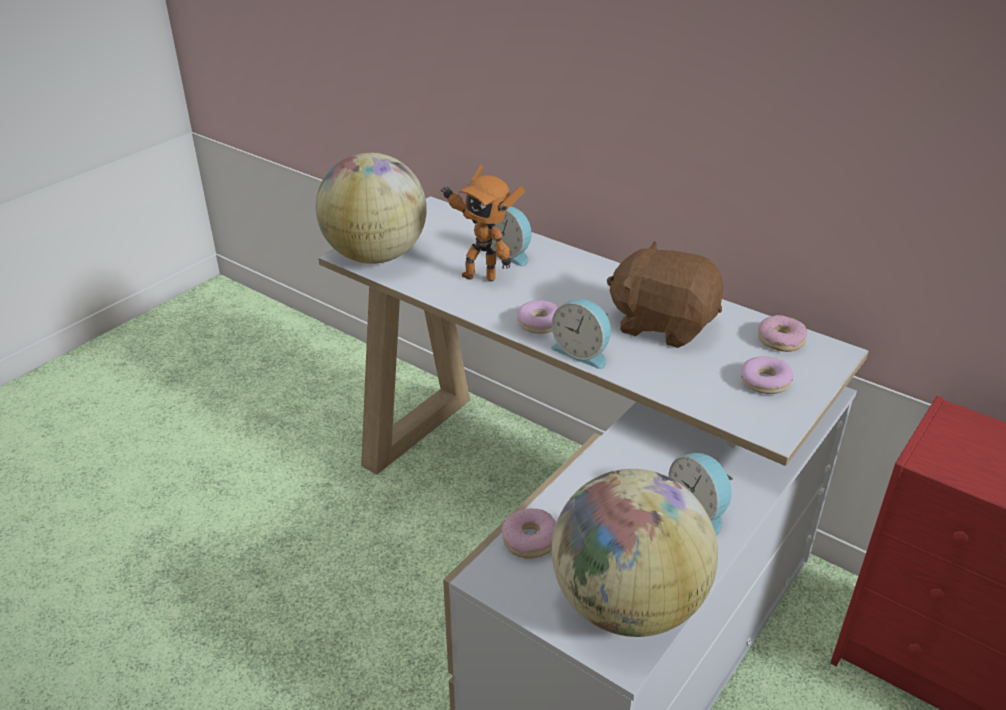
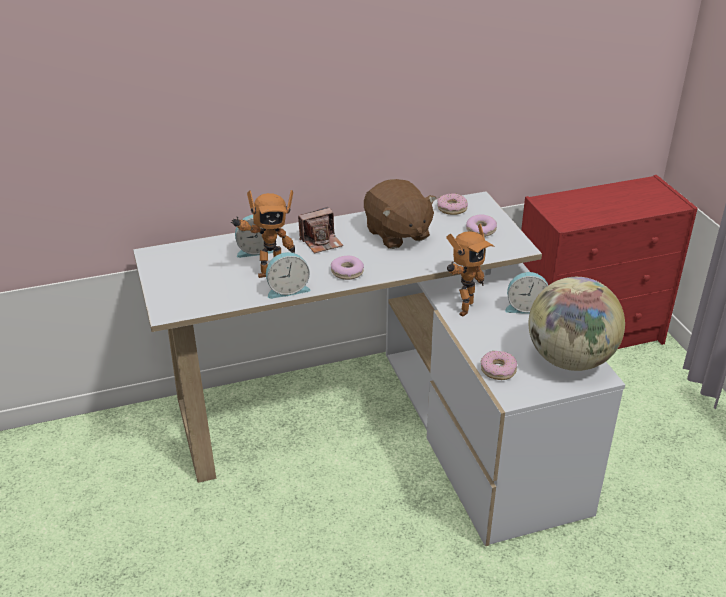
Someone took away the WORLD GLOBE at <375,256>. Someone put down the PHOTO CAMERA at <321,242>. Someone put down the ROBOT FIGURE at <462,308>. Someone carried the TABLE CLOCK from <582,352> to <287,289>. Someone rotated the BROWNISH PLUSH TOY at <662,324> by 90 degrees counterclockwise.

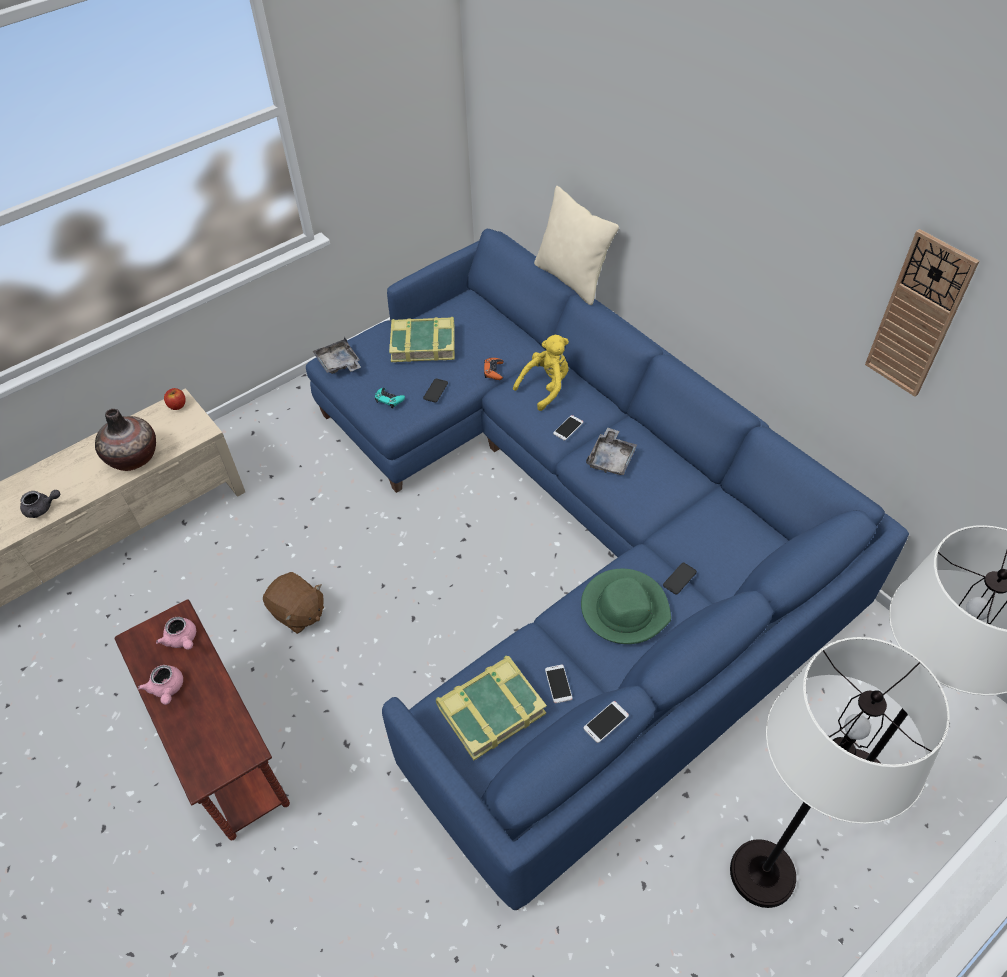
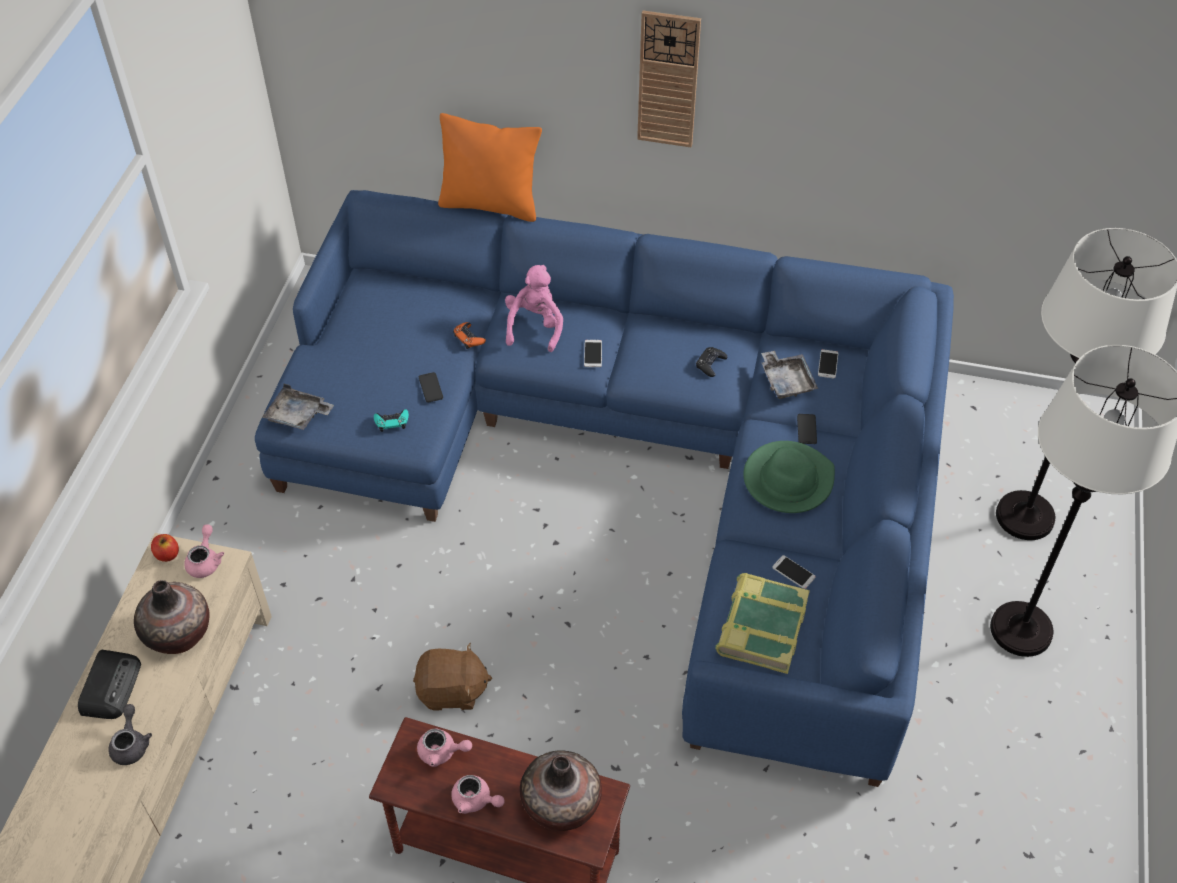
Someone took away the VOLUME at <423,343>. Someone put down the RADIO RECEIVER at <111,686>. Someone put down the PINK-COLOURED TEAPOT at <205,561>. Someone put down the VASE at <561,805>. Someone put down the BLACK GAMEPAD at <710,364>. Someone carried the PHONE from <606,722> to <828,364>. Someone carried the GREYISH SERVING TRAY from <611,458> to <786,381>. Someone carried the HANGING CLOCK from <918,316> to <668,80>. Someone repainted the YELLOW PLUSH TOY at <546,387>, which became the PINK-COLOURED PLUSH TOY at <535,326>. Someone repainted the SAND-COLOURED PILLOW at <572,279>, which became the ORANGE-COLOURED PILLOW at <490,204>. Someone rotated the GREYISH TEAPOT at <42,508> by 45 degrees counterclockwise.

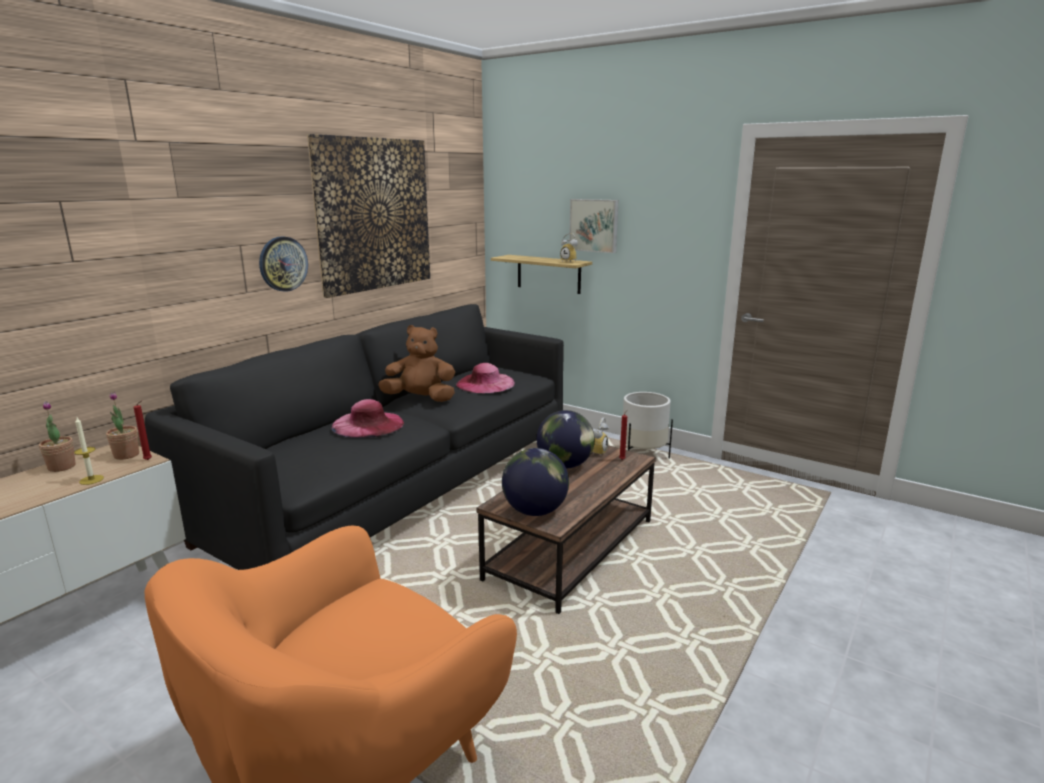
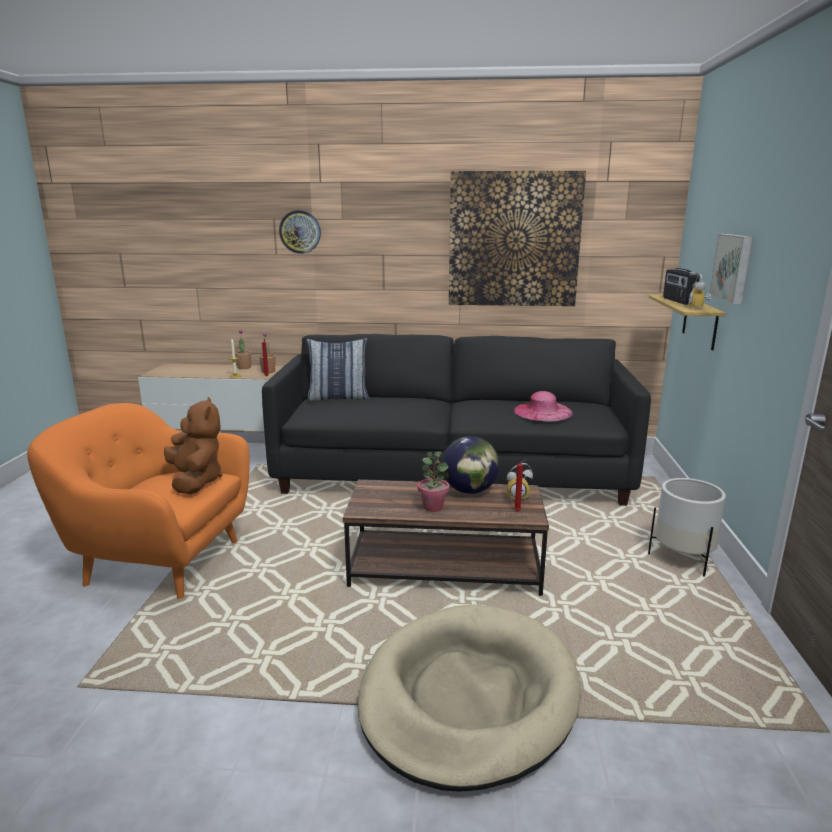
Someone took away the PINK-COLOURED HAT at <368,424>. Someone took away the WORLD GLOBE at <535,511>. Someone put down the PILLOW at <338,397>. Someone put down the SAND-COLOURED PET BED at <468,697>. Someone put down the HOUSEPLANT at <433,507>. Someone put down the RADIO RECEIVER at <678,301>. Someone carried the HANGING CLOCK from <283,264> to <300,232>. Someone carried the BROWNISH PLUSH TOY from <421,399> to <196,481>.

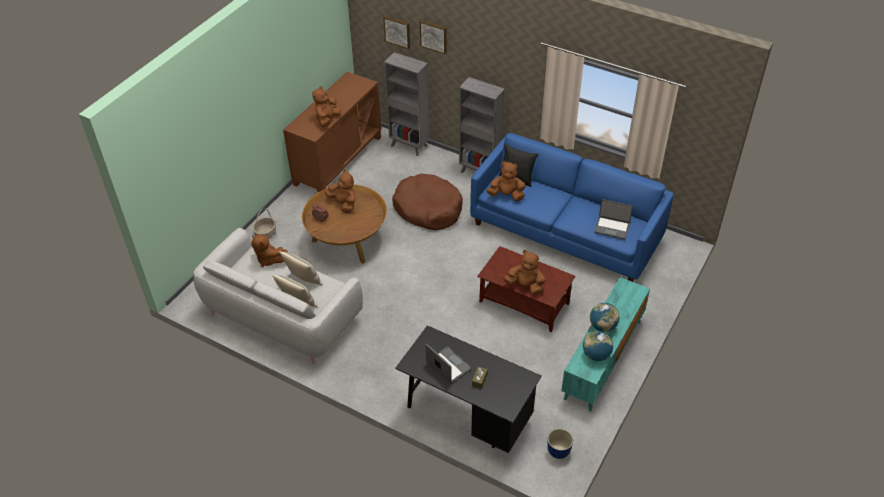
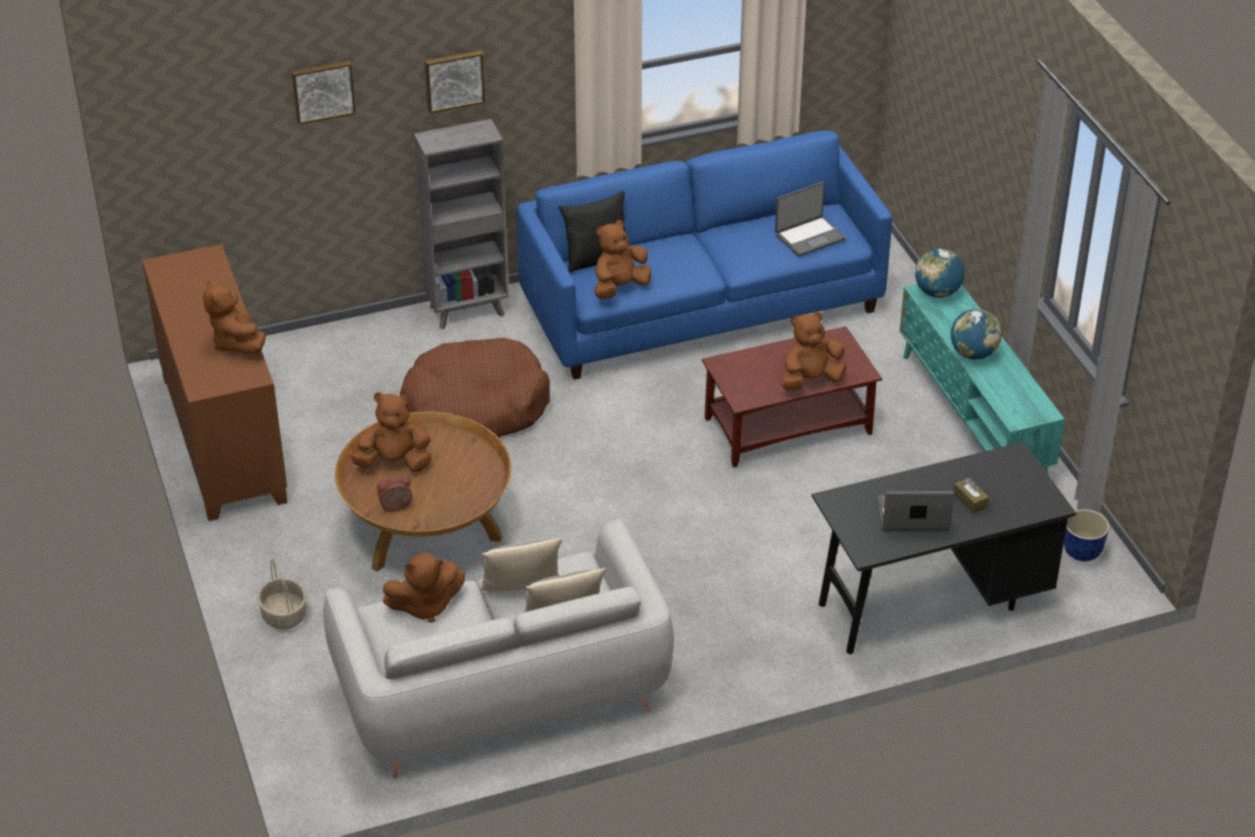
Someone took away the GREYISH SHELVING UNIT at <409,146>. Someone carried the WALL ART from <397,31> to <454,80>. Someone carried the WORLD GLOBE from <596,355> to <937,292>.

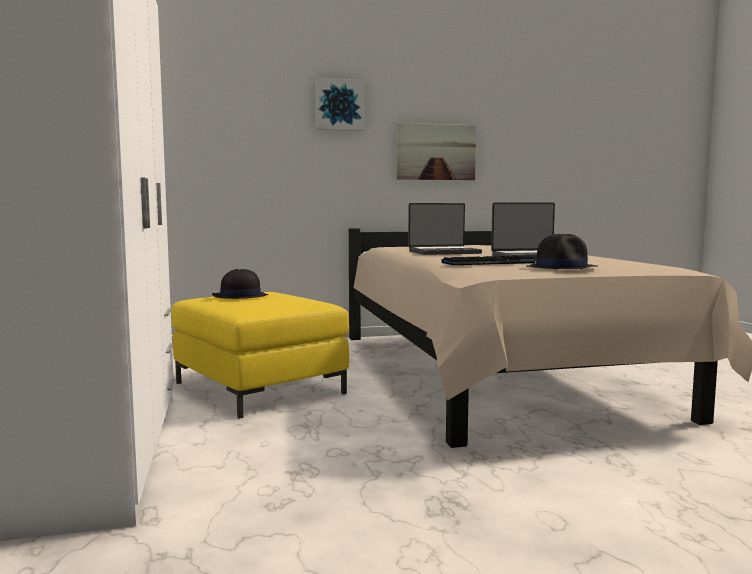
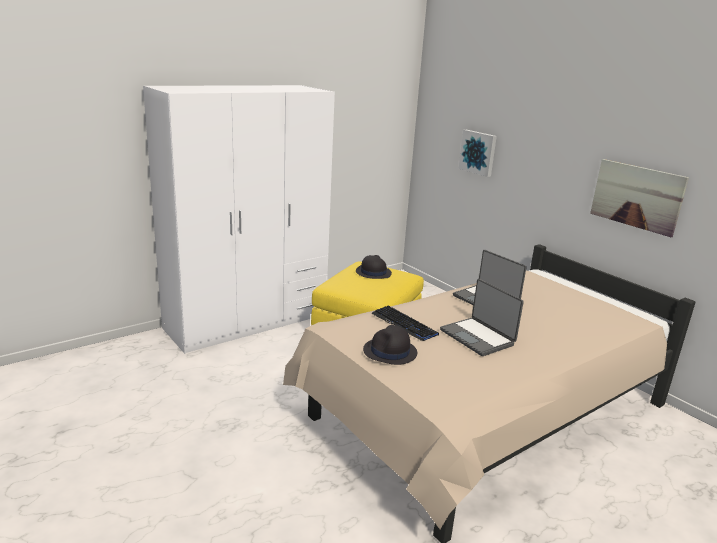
Someone carried the WALL ART from <339,105> to <478,152>.

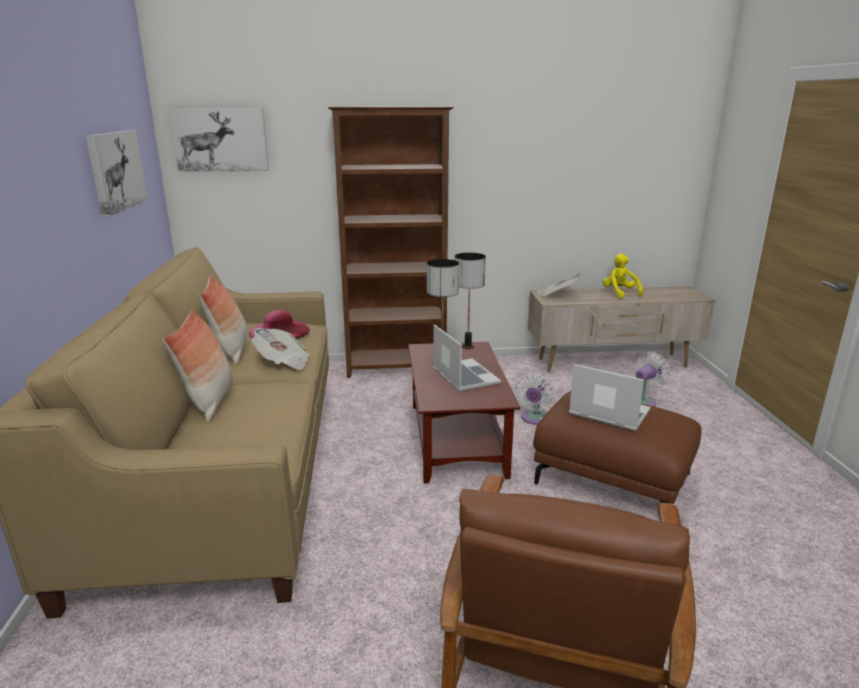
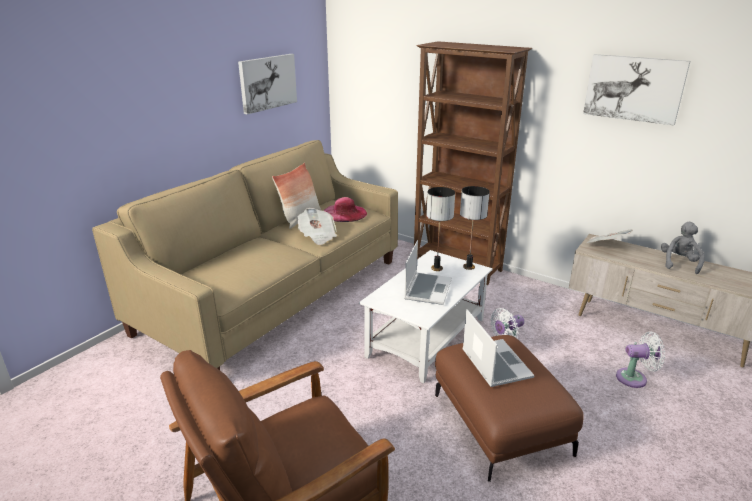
Someone took away the PILLOW at <209,401>. Someone carried the WALL ART from <221,139> to <634,88>. Someone repainted the BROWNISH LOW TABLE at <455,438>, which became the WHITE-COLOURED LOW TABLE at <426,337>. Someone repainted the YELLOW PLUSH TOY at <619,293>, which became the GREYISH PLUSH TOY at <679,263>.

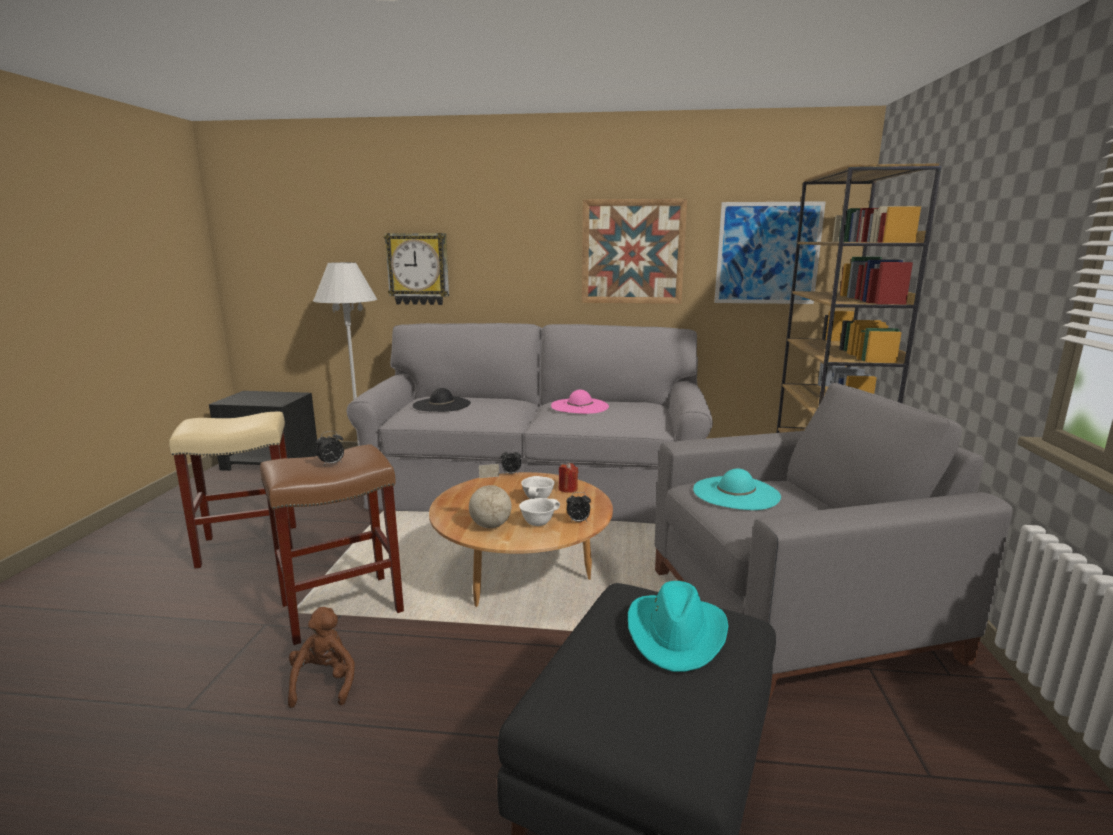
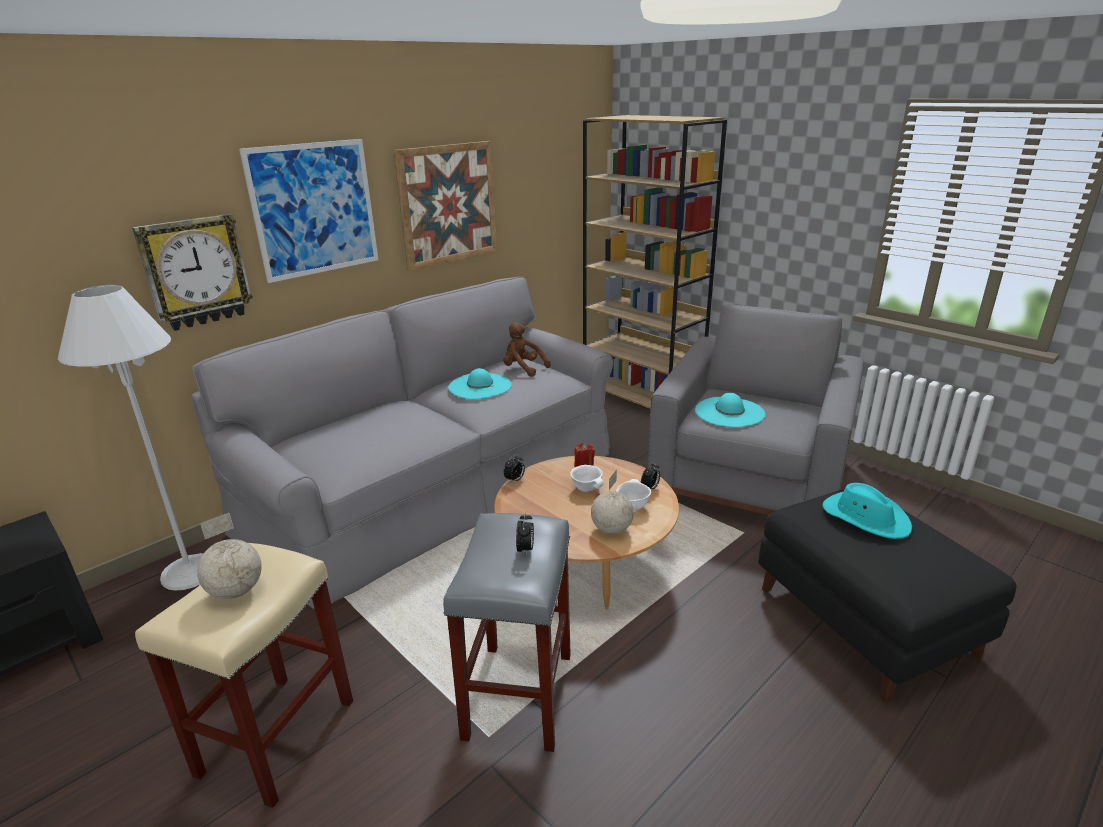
Someone took away the BLACK HAT at <441,404>. Someone put down the WORLD GLOBE at <235,591>. Someone carried the BROWNISH PLUSH TOY from <324,682> to <523,369>. Someone carried the WALL ART from <767,253> to <314,209>. Someone repainted the BROWNISH STOOL at <343,606>, which became the GREYISH STOOL at <518,693>. Someone repainted the PINK-COLOURED HAT at <579,406>, which became the BLUE-GREEN HAT at <479,386>.

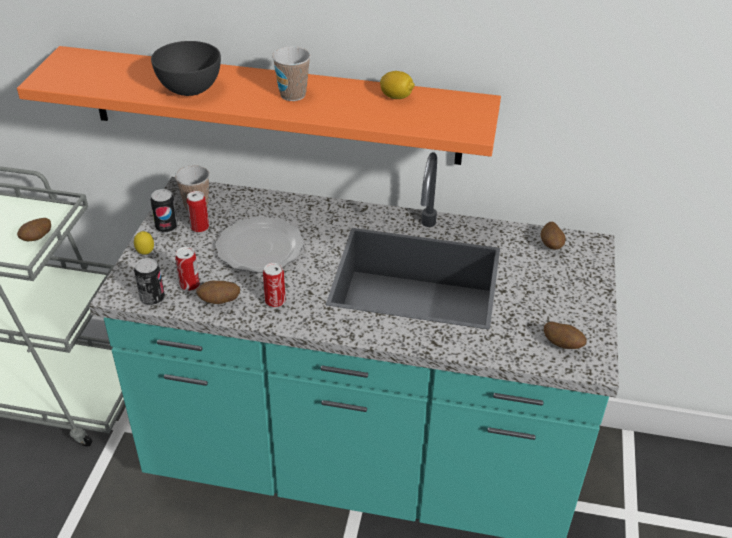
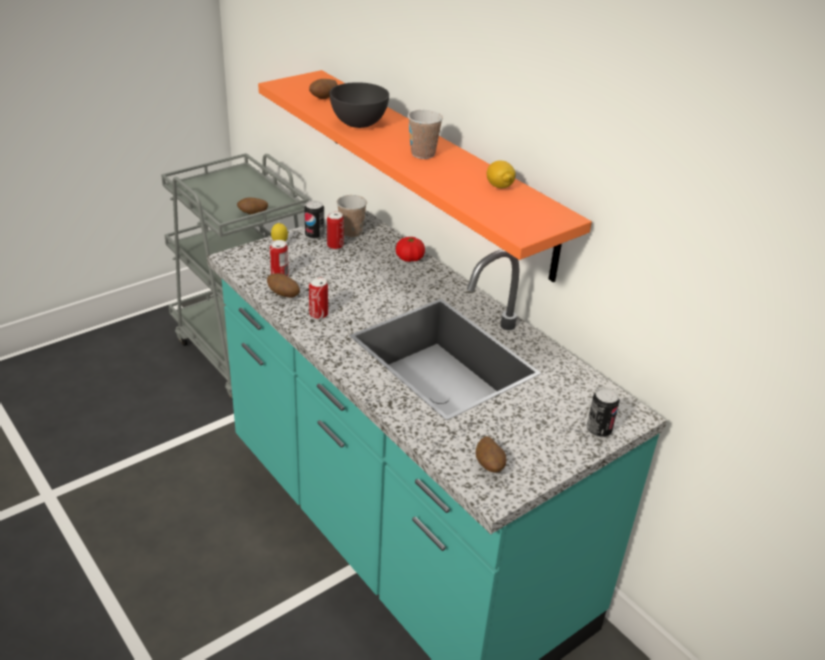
Someone took away the FLAT DISH at <261,247>. Someone put down the TOMATO at <409,258>. Someone carried the METAL CAN from <152,298> to <598,430>. Someone carried the POTATO from <551,246> to <323,98>.

